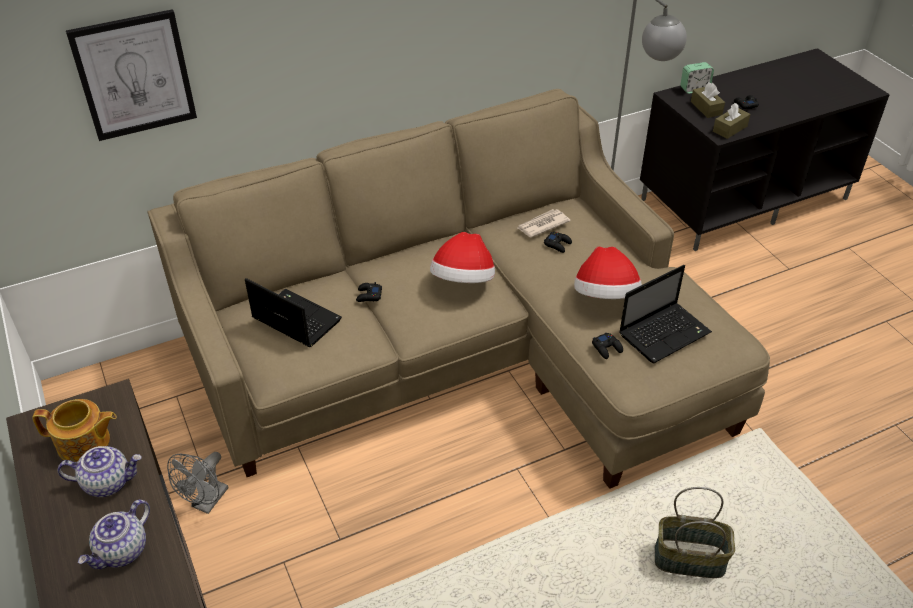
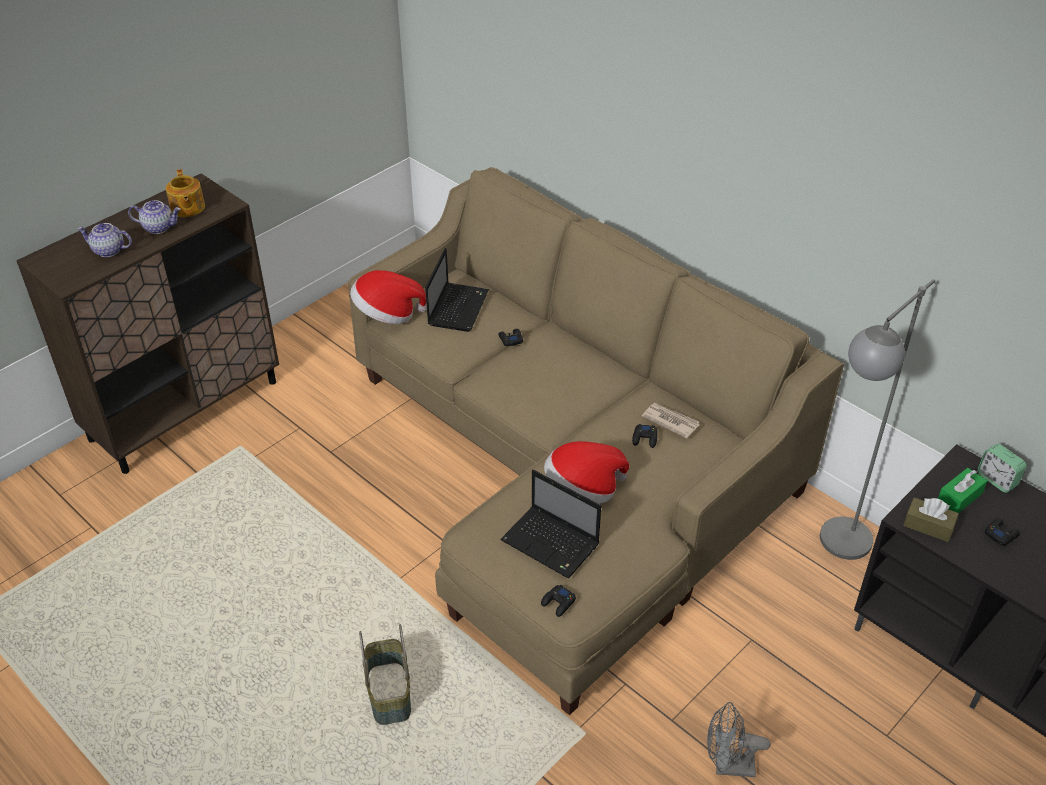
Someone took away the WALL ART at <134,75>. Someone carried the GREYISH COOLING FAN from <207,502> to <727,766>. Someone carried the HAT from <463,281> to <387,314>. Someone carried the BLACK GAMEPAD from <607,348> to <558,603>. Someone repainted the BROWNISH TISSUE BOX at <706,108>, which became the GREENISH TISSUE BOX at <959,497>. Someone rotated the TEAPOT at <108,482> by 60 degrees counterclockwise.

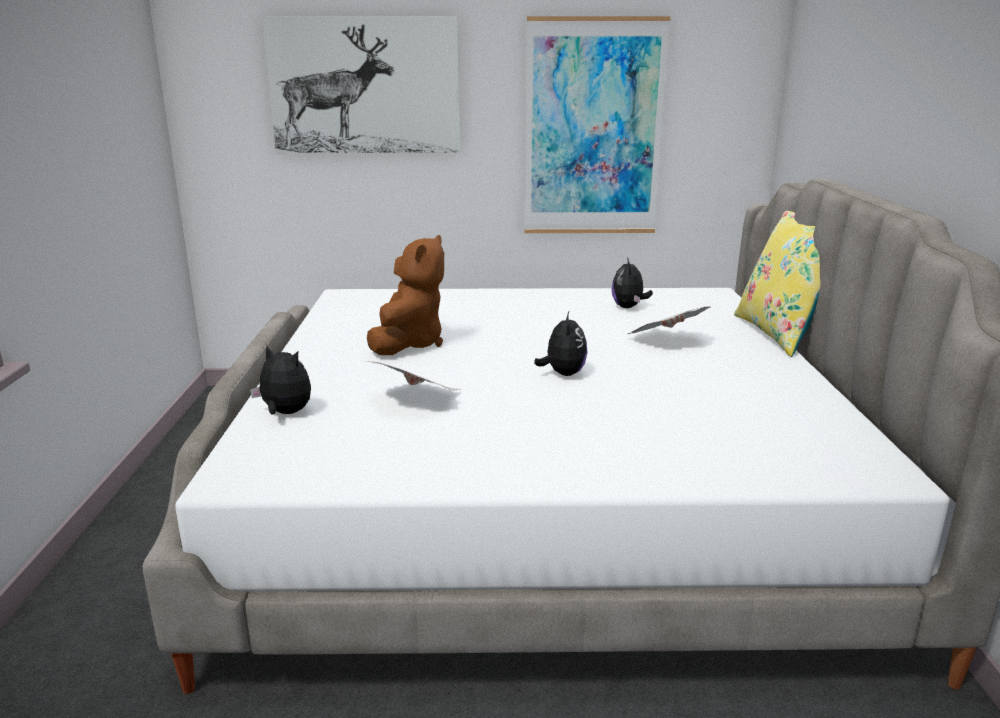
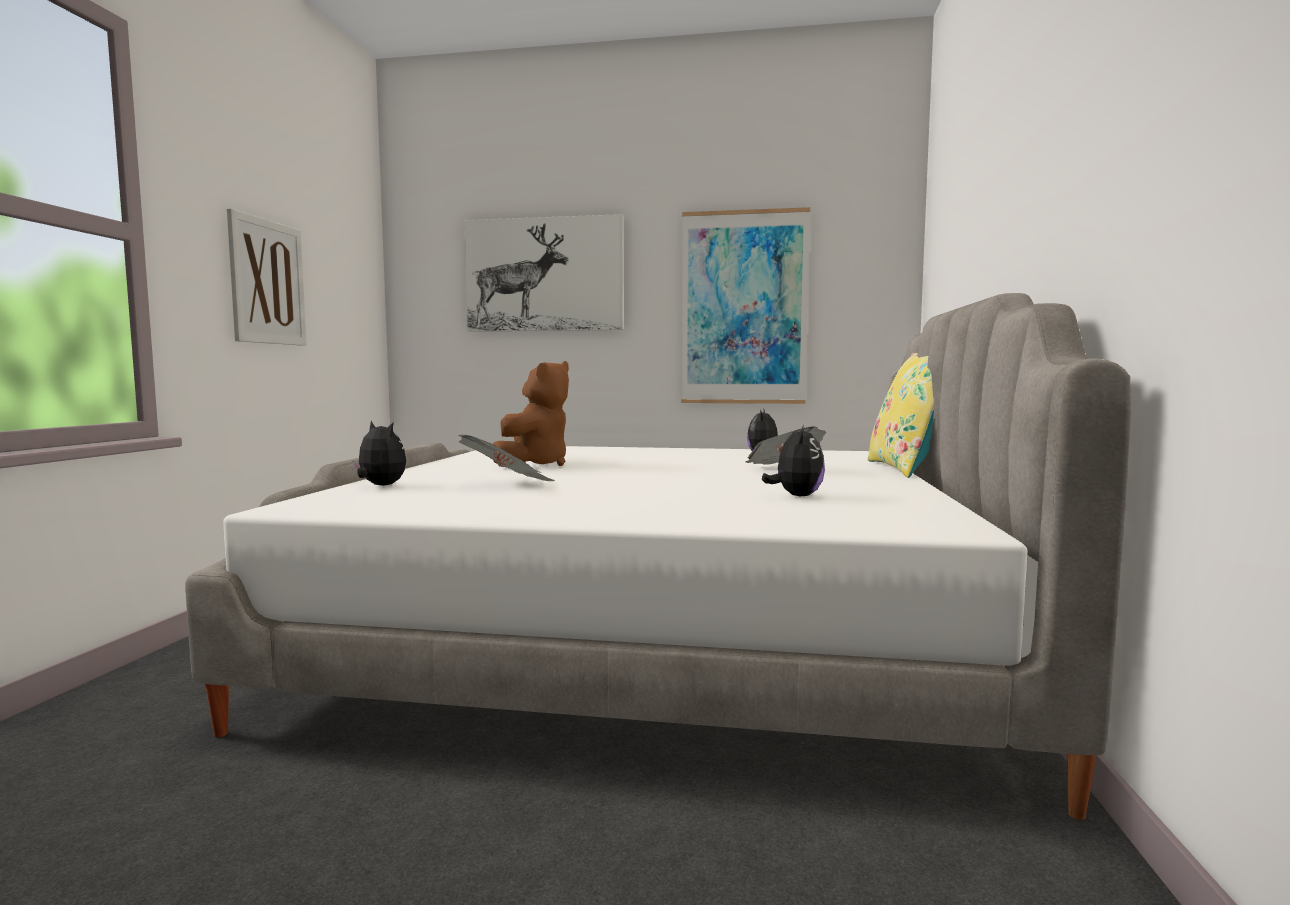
Someone put up the WALL ART at <267,282>. Someone carried the PLUSH TOY from <563,373> to <796,496>.

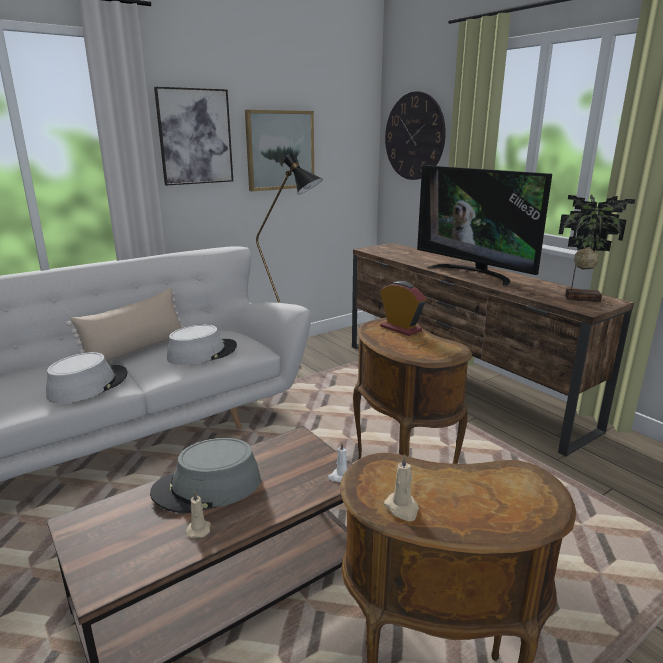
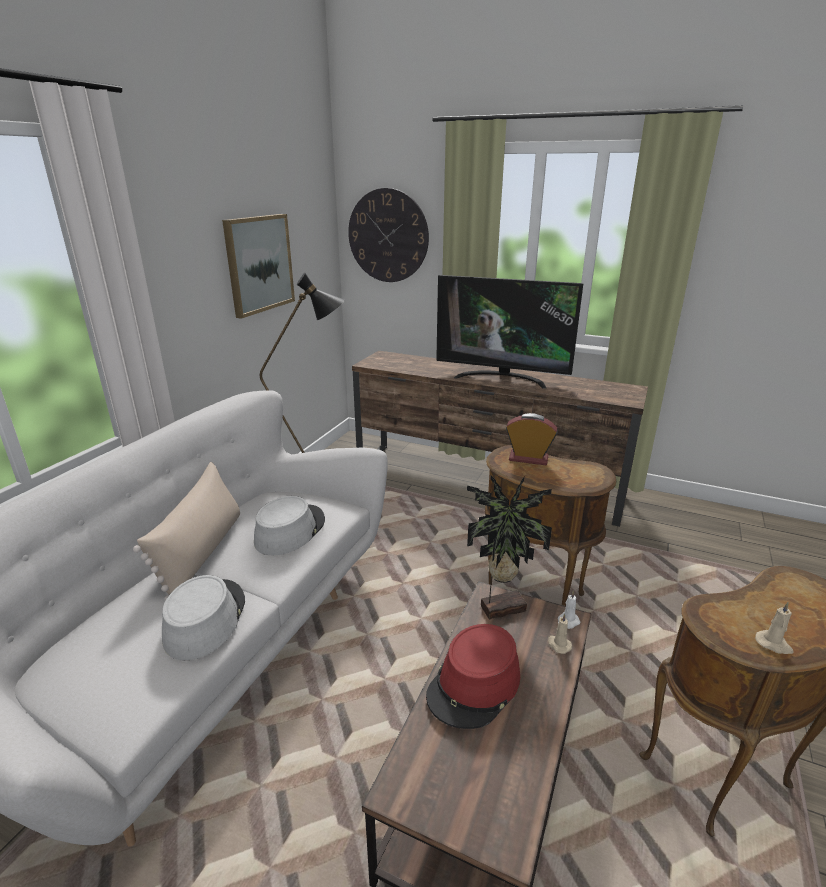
Someone took away the WALL ART at <195,137>. Someone carried the SAND-COLOURED WAX CANDLE from <199,529> to <558,644>. Someone carried the HOUSEPLANT from <581,298> to <500,607>. Someone repainted the GREYISH HAT at <207,487>, which became the RED HAT at <474,685>.

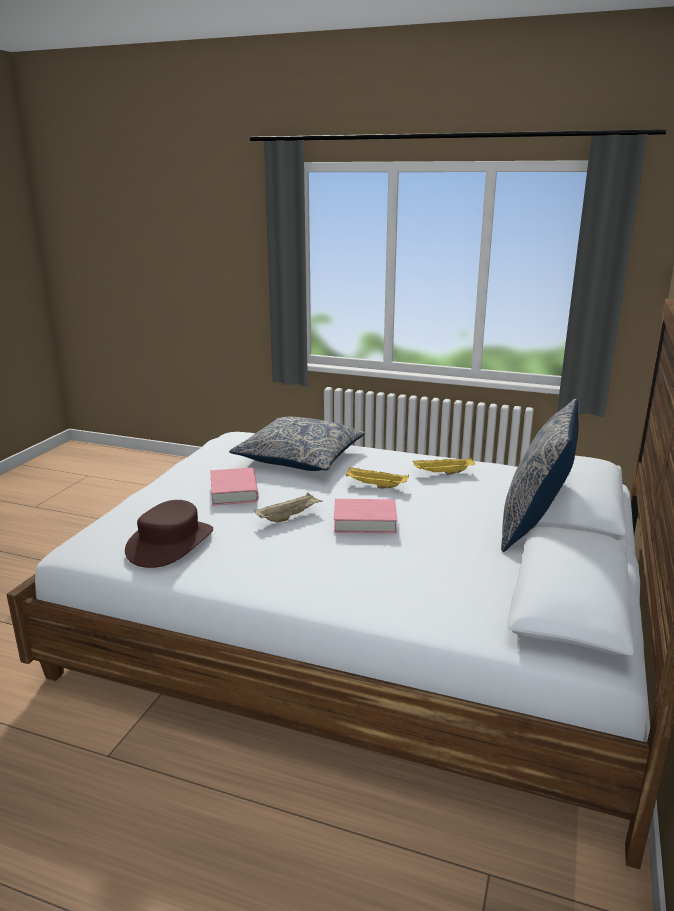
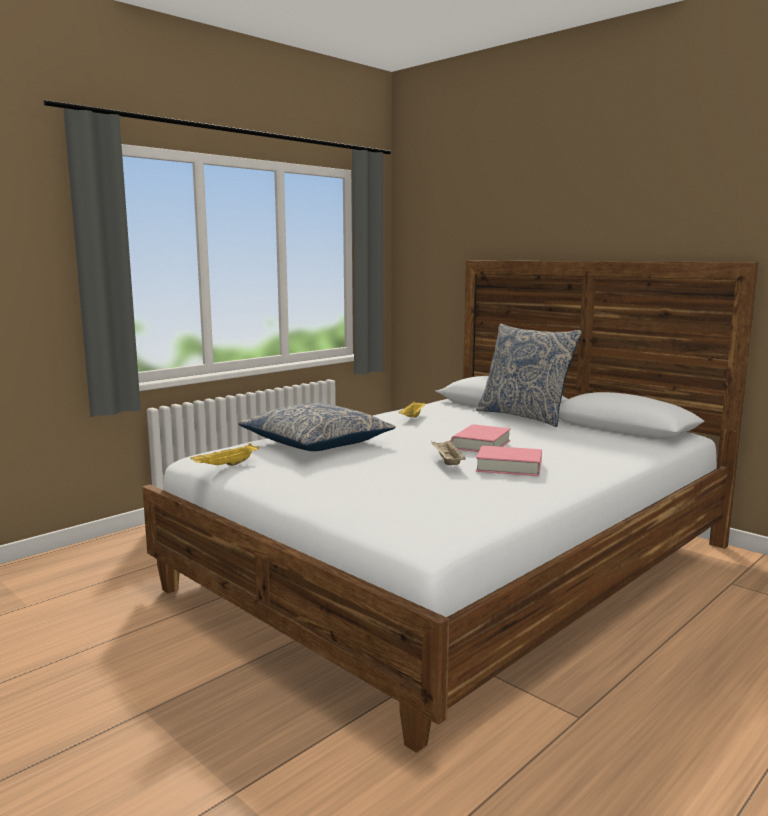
Someone took away the BROWNISH HAT at <170,543>. Someone carried the PINK-COLOURED VOLUME from <234,492> to <509,467>. Someone carried the YELLOW SERVING TRAY from <375,486> to <226,466>.

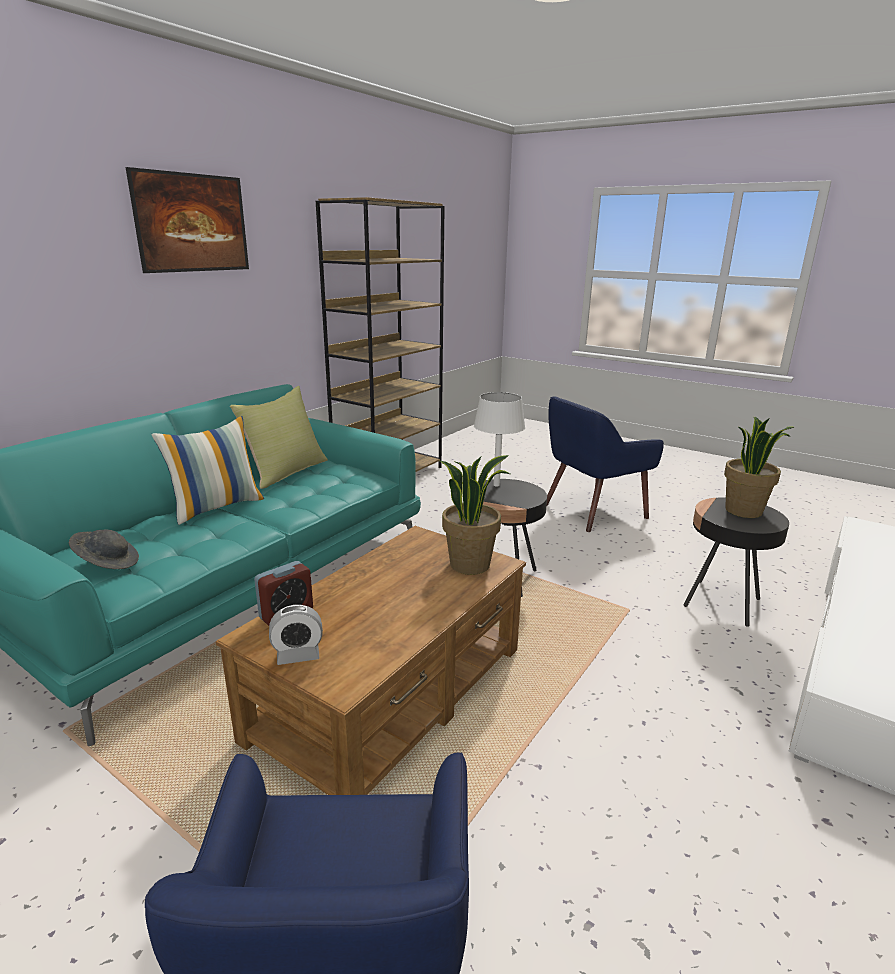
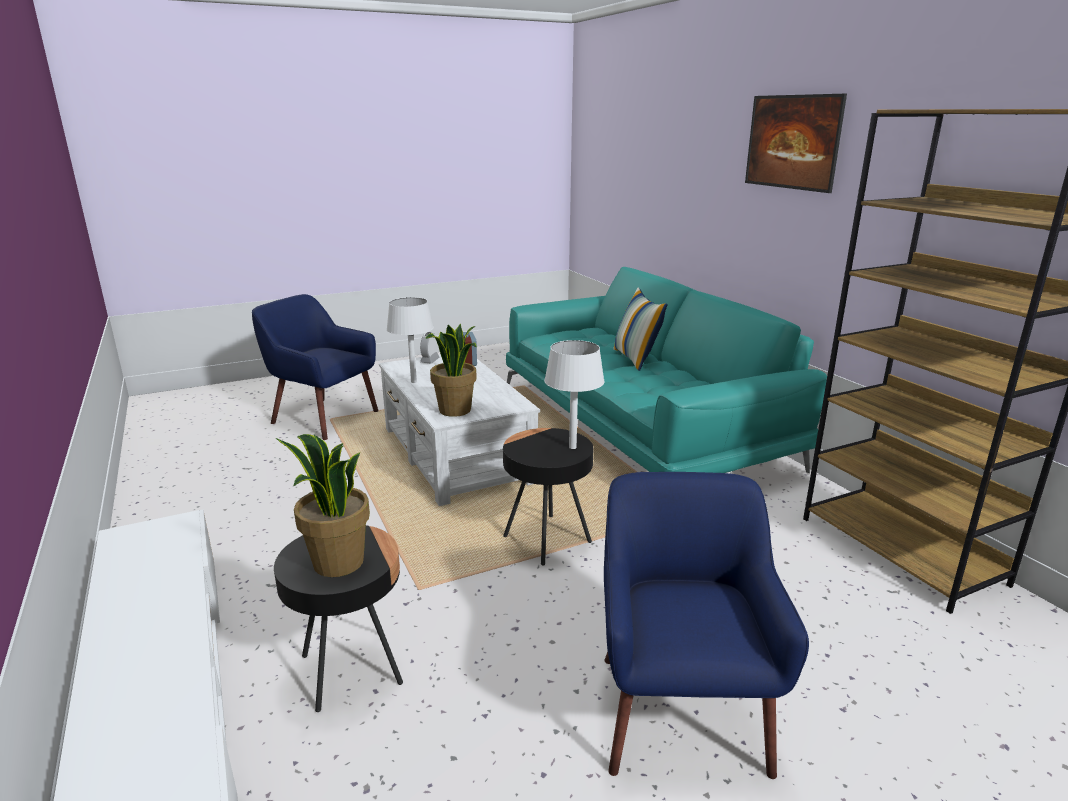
Someone took away the GREYISH HAT at <108,563>. Someone took away the YELLOW PILLOW at <286,472>. Someone put down the WHITE-COLOURED TABLETOP LAMP at <413,382>. Someone repainted the BROWNISH LOW TABLE at <392,692>, which became the WHITE-COLOURED LOW TABLE at <455,455>.

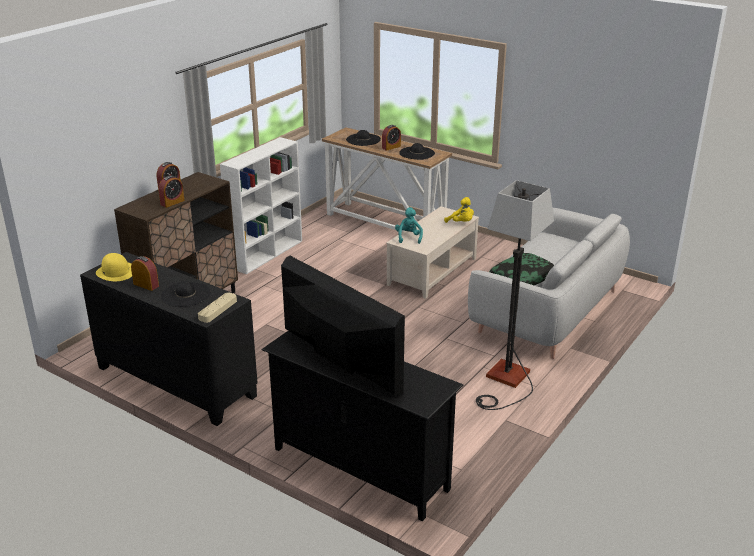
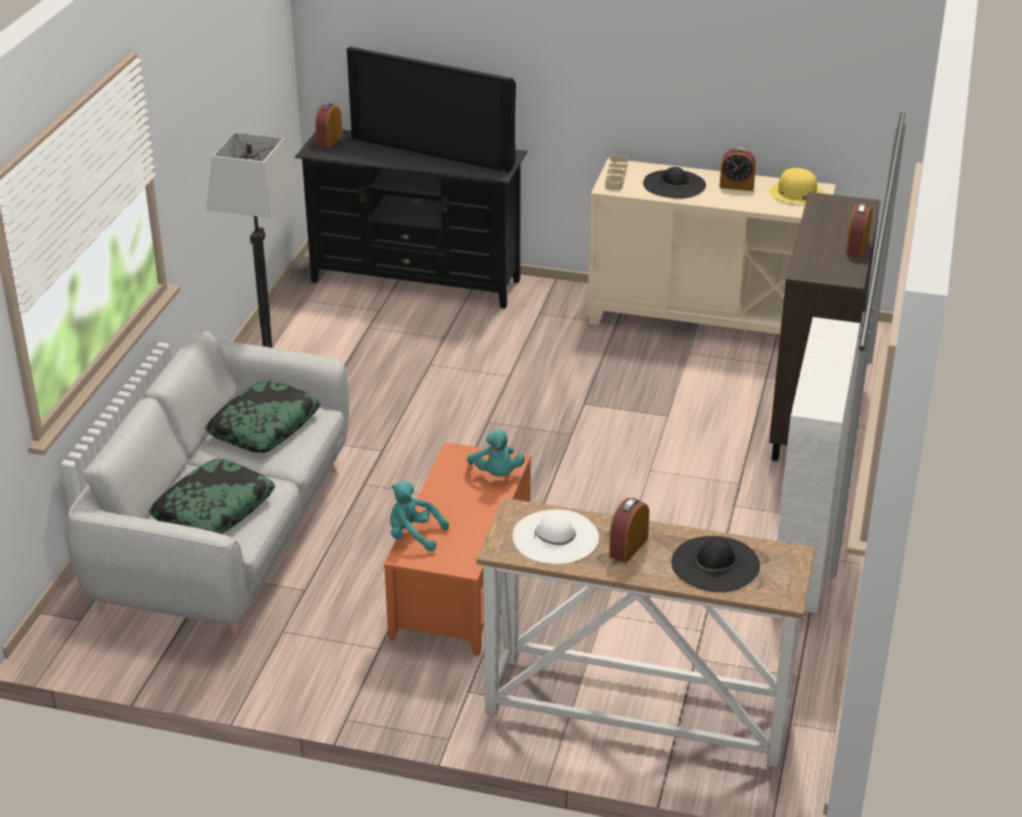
Someone put down the PILLOW at <213,509>. Someone carried the TABLE CLOCK from <172,202> to <329,140>. Someone repainted the BLACK STORAGE CABINET at <175,382>, which became the SAND-COLOURED STORAGE CABINET at <704,318>. Someone repainted the SAND-COLOURED LOW TABLE at <432,271>, which became the ORANGE-COLOURED LOW TABLE at <461,582>. Someone repainted the BLACK HAT at <417,153>, which became the WHITE-COLOURED HAT at <555,537>. Someone repainted the YELLOW PLUSH TOY at <461,223>, which became the BLUE-GREEN PLUSH TOY at <413,536>.

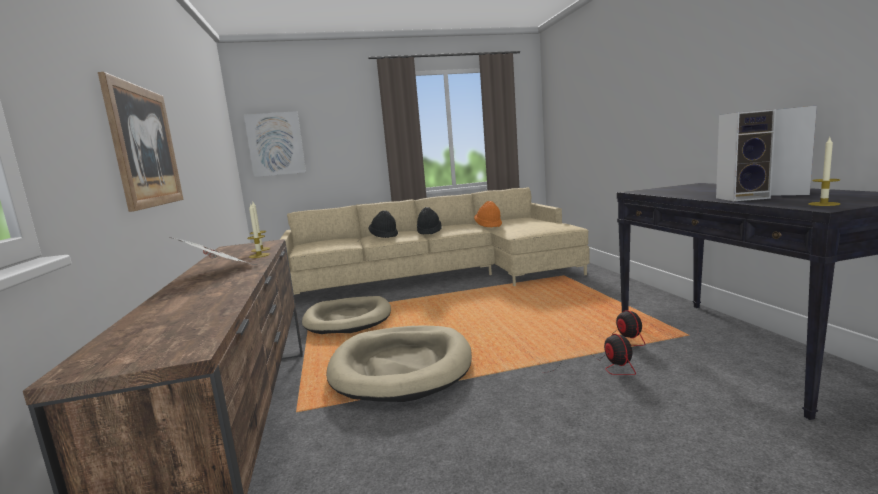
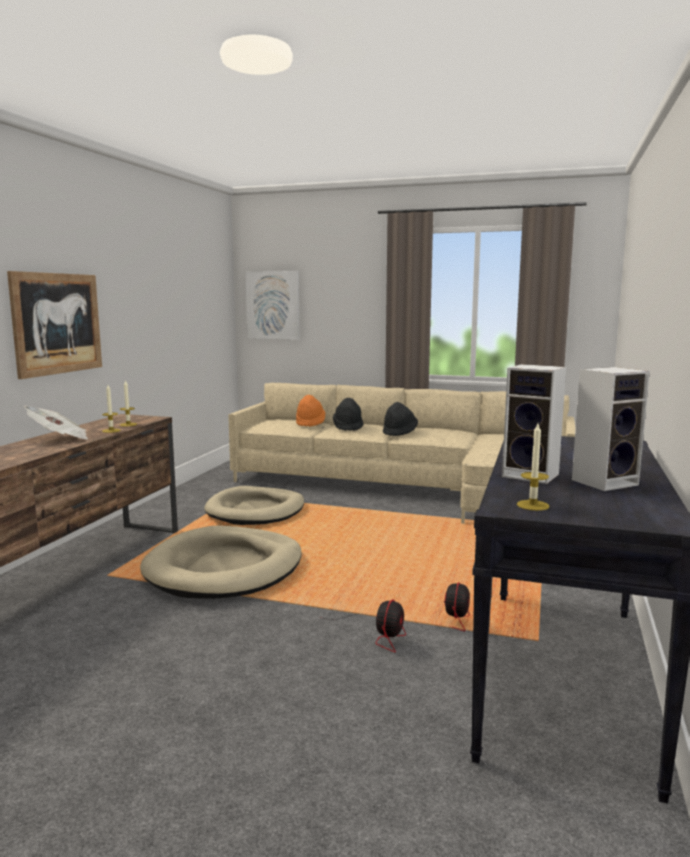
Someone carried the ORANGE-COLOURED HAT from <489,225> to <310,423>.

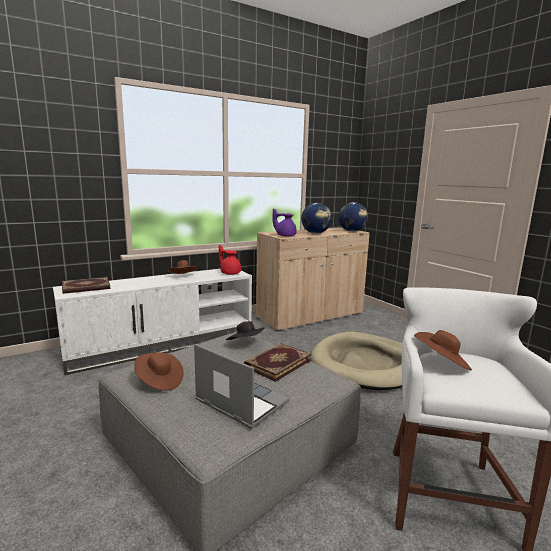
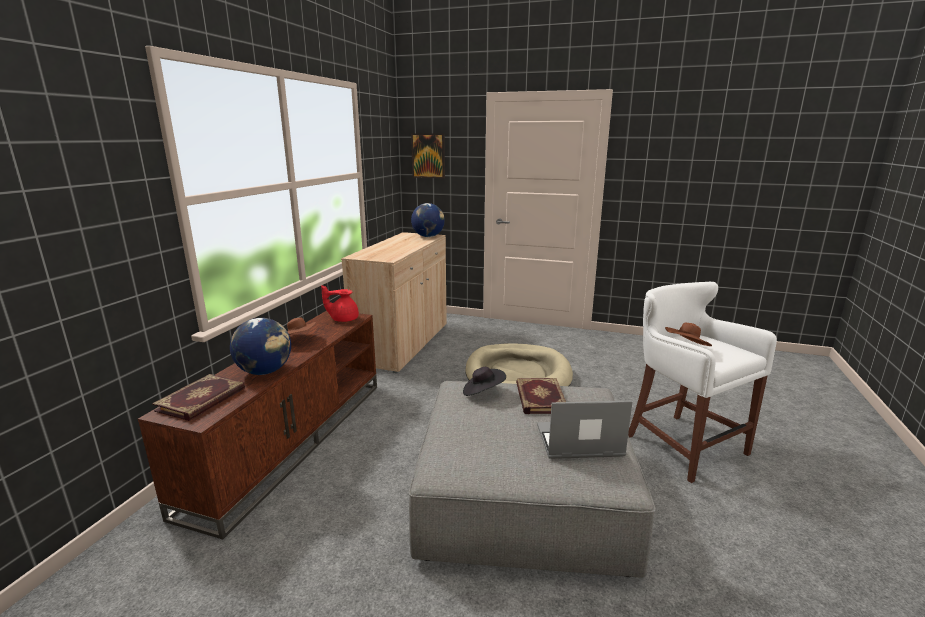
Someone took away the BROWNISH HAT at <159,381>. Someone took away the PURPLE TEAPOT at <285,235>. Someone put up the WALL ART at <428,155>. Someone carried the WORLD GLOBE from <316,233> to <265,371>. Someone repainted the WHITE-COLOURED TV UNIT at <164,344>, which became the BROWNISH TV UNIT at <292,439>.

